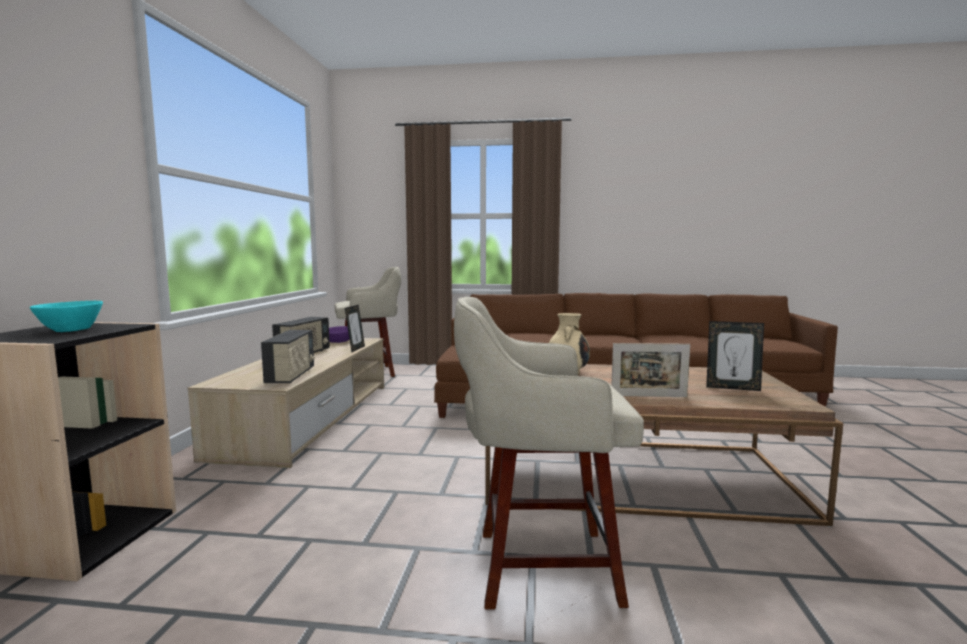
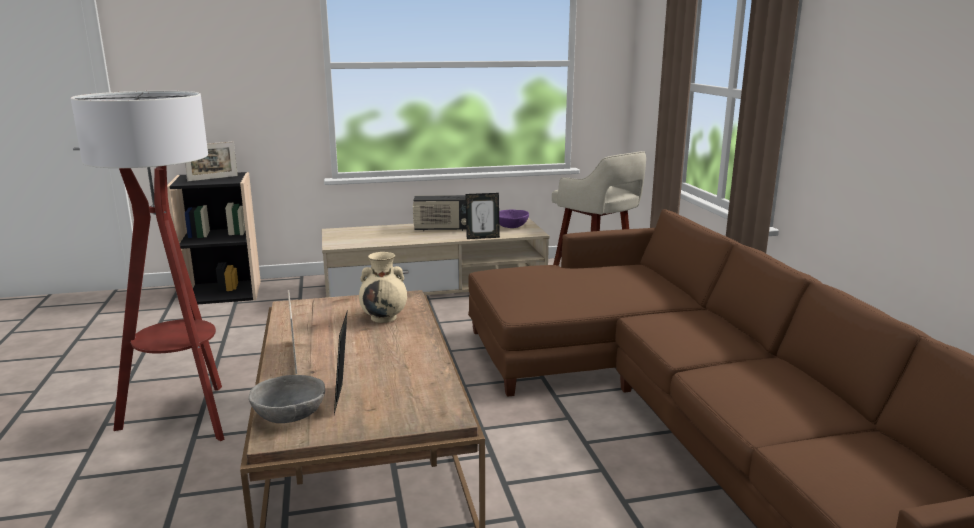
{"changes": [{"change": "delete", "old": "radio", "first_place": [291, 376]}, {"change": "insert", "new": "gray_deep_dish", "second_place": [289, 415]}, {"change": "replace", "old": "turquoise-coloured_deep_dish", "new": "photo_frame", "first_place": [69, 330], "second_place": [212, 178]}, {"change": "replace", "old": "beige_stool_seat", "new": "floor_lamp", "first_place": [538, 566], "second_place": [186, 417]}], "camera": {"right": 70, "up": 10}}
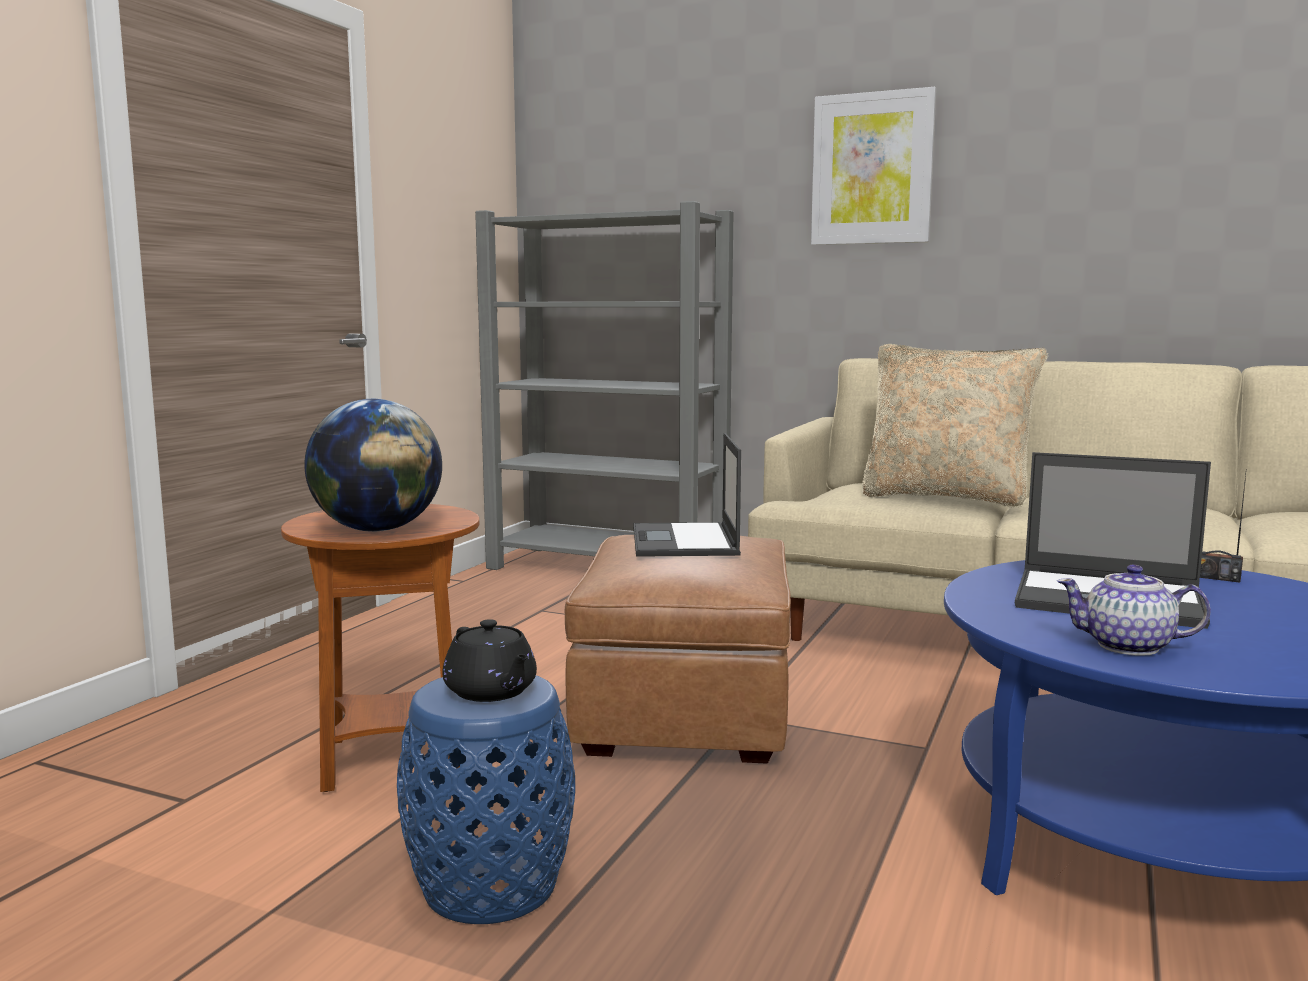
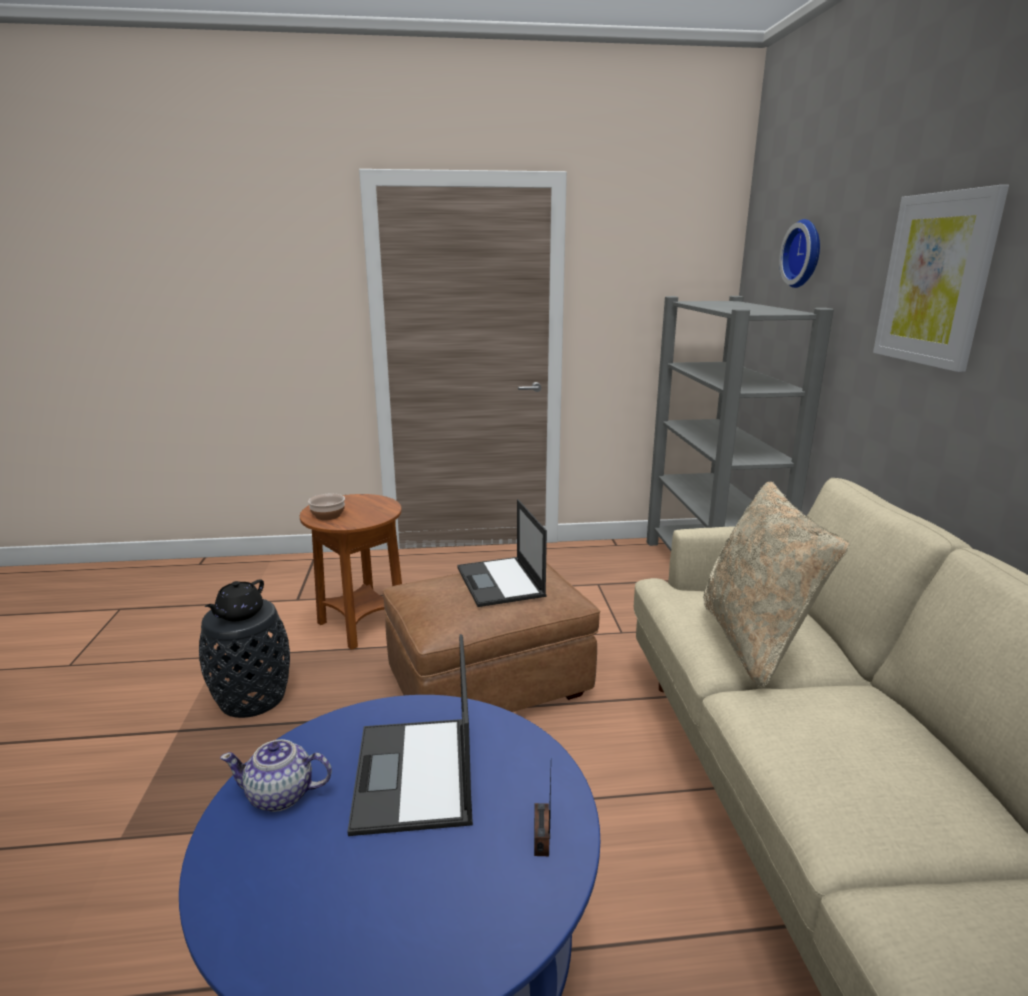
{"changes": [{"change": "insert", "new": "clock_on_the_wall", "second_place": [805, 254]}, {"change": "replace", "old": "globe", "new": "deep_dish", "first_place": [377, 530], "second_place": [328, 515]}, {"change": "recolor", "old": "blue_stool_seat", "new": "blackish_stool_seat", "first_place": [490, 887], "second_place": [253, 698]}, {"change": "rotate", "old": "laptop", "first_place": [685, 541], "second_place": [501, 582], "degrees": -75}, {"change": "rotate", "old": "pot_for_tea", "first_place": [1129, 646], "second_place": [281, 795], "degrees": -75}], "camera": {"right": 60, "up": 10}}
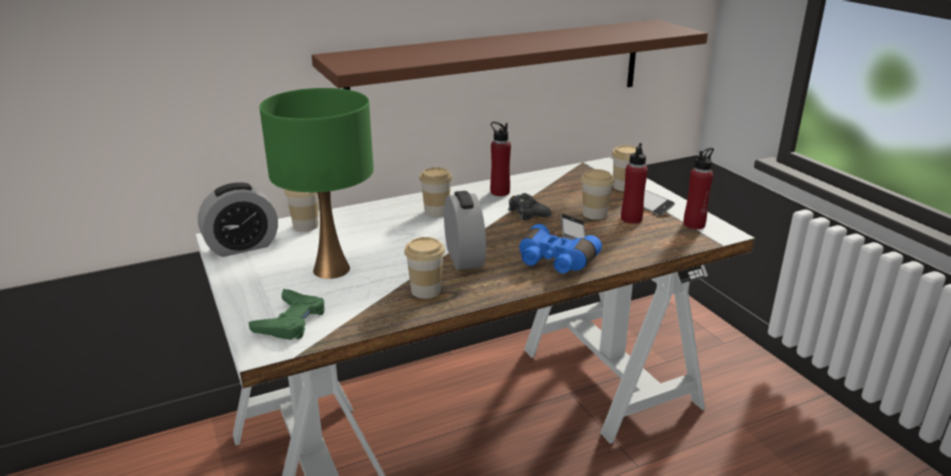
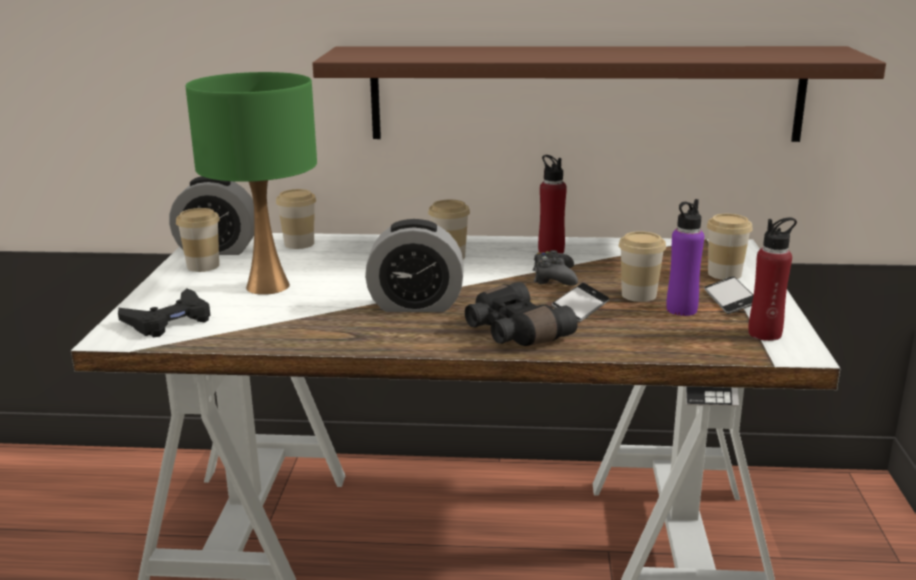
{"changes": [{"change": "move", "old": "drinking_cup", "first_place": [426, 290], "second_place": [203, 266]}, {"change": "recolor", "old": "green-coloured_joypad", "new": "blackish_joypad", "first_place": [291, 321], "second_place": [169, 321]}, {"change": "recolor", "old": "blue_field_glasses", "new": "blackish_field_glasses", "first_place": [554, 262], "second_place": [513, 332]}, {"change": "recolor", "old": "reddish_bottle", "new": "purplish_bottle", "first_place": [631, 219], "second_place": [681, 309]}, {"change": "rotate", "old": "table_clock", "first_place": [464, 257], "second_place": [416, 305], "degrees": 75}], "camera": {"right": 30, "up": -5}}
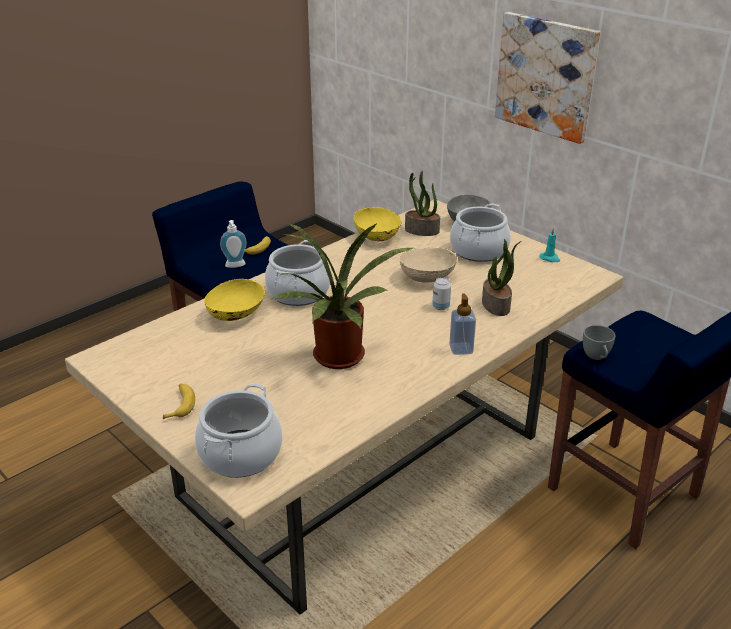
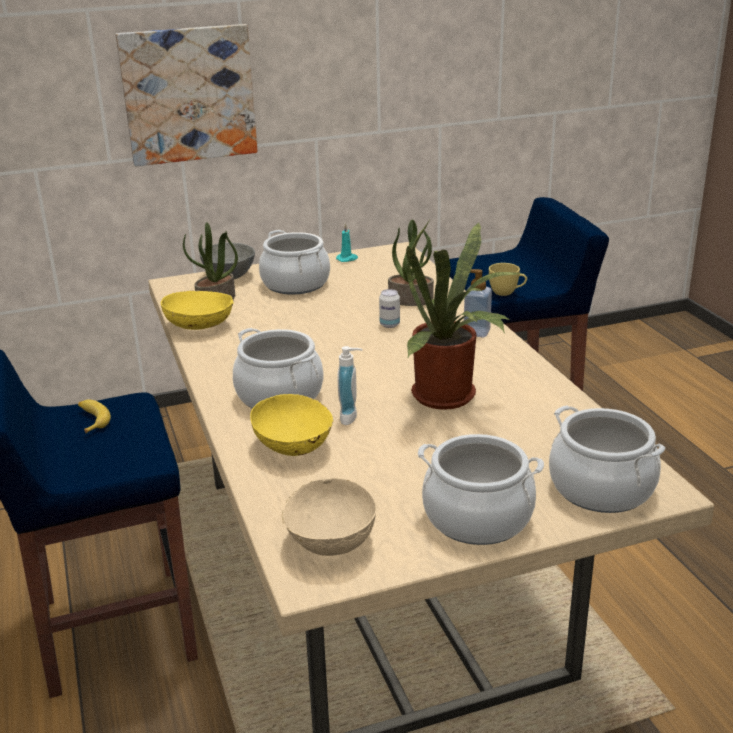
{"changes": [{"change": "move", "old": "soap_bottle", "first_place": [235, 266], "second_place": [352, 417]}, {"change": "move", "old": "beige_deep_dish", "first_place": [427, 277], "second_place": [330, 540]}, {"change": "replace", "old": "banana_fruit", "new": "saucepot", "first_place": [180, 405], "second_place": [477, 518]}, {"change": "recolor", "old": "gray_drinking_cup", "new": "yellow_drinking_cup", "first_place": [596, 357], "second_place": [507, 293]}], "camera": {"right": -65, "up": -5}}
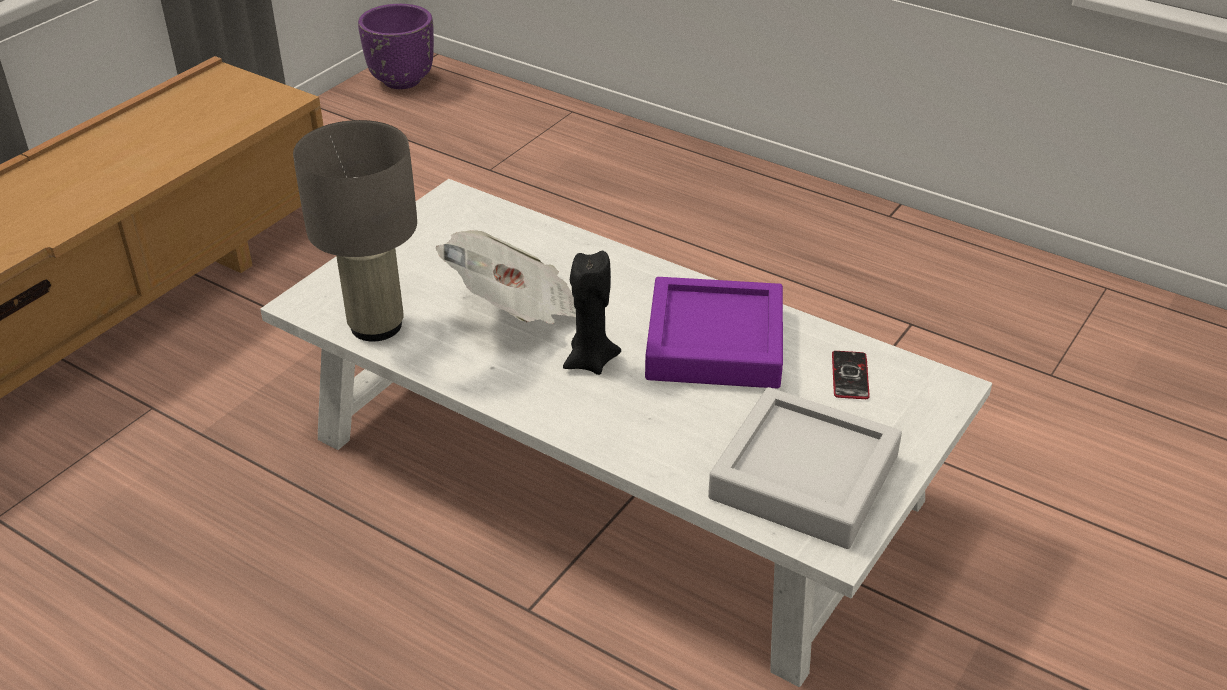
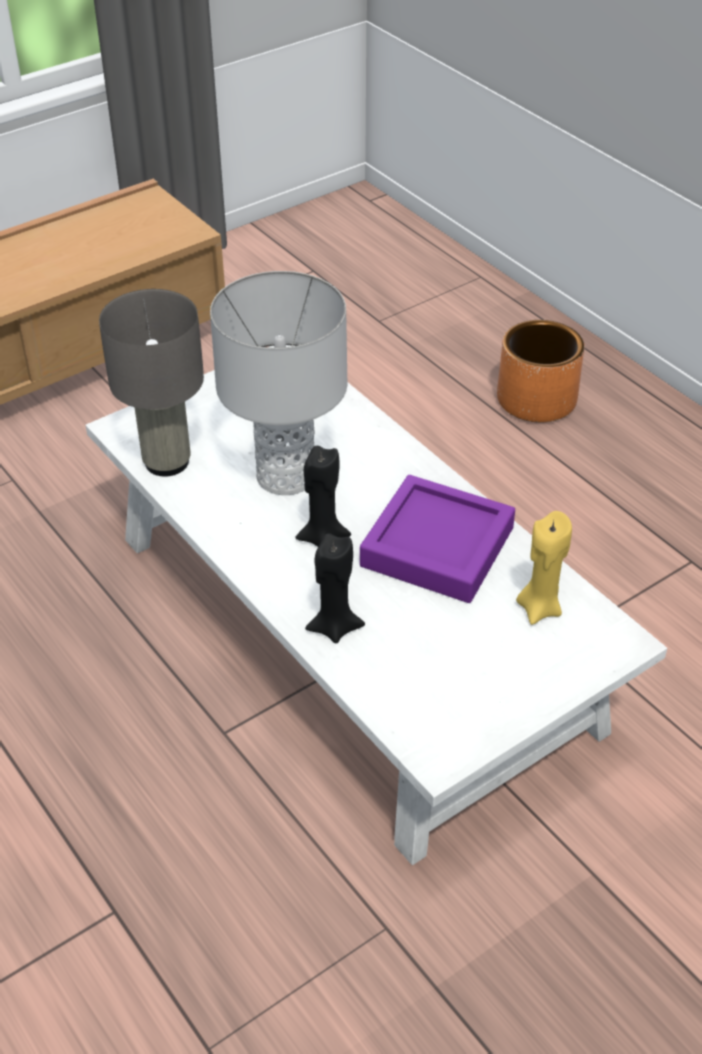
{"changes": [{"change": "delete", "old": "purplish_planter", "first_place": [402, 80]}, {"change": "delete", "old": "gray_tray", "first_place": [804, 477]}, {"change": "insert", "new": "blackish_wax_candle", "second_place": [334, 627]}, {"change": "insert", "new": "orange-coloured_planter", "second_place": [537, 400]}, {"change": "replace", "old": "newspaper", "new": "white_lamp_for_a_table", "first_place": [518, 310], "second_place": [287, 475]}, {"change": "replace", "old": "handset", "new": "yellow_wax_candle", "first_place": [850, 376], "second_place": [539, 608]}], "camera": {"right": 20, "up": 5}}
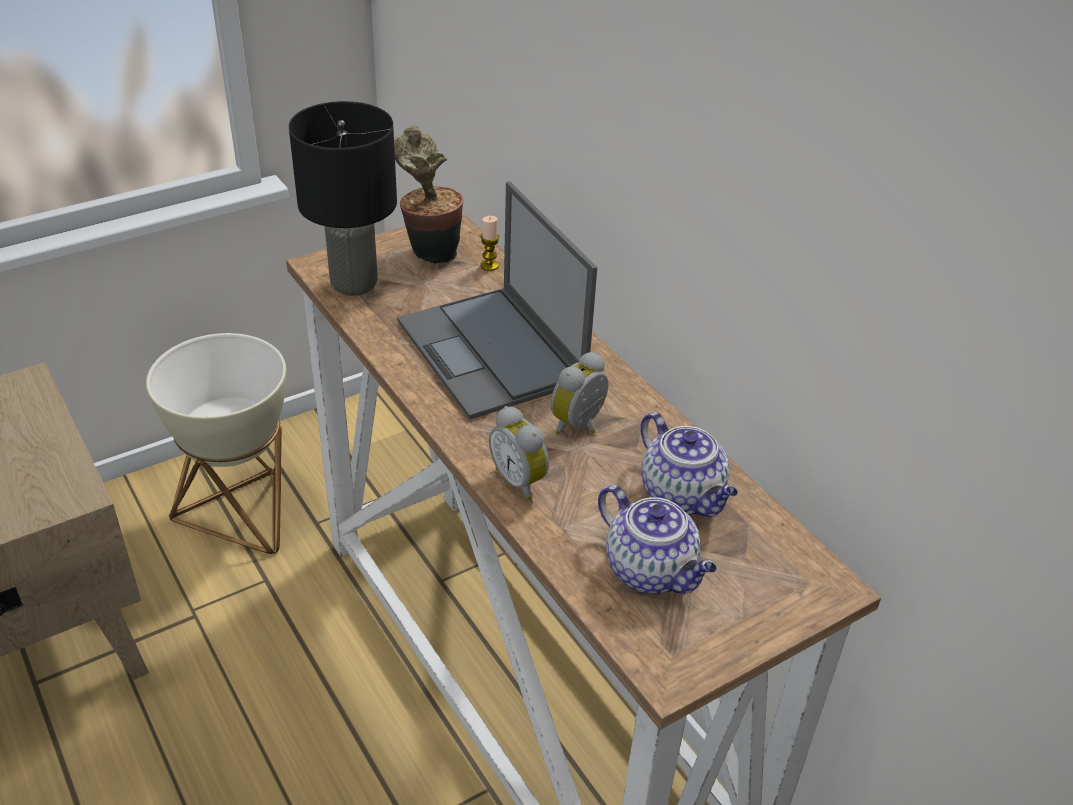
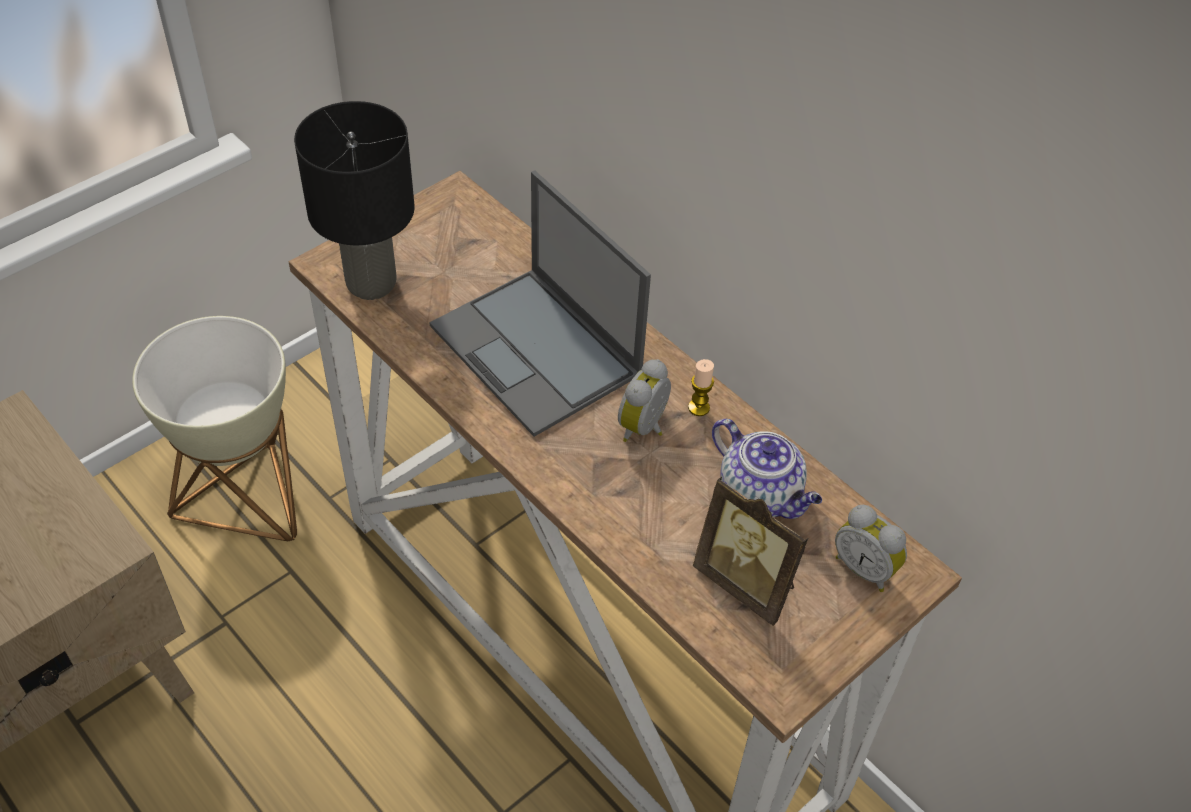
{"changes": [{"change": "delete", "old": "houseplant", "first_place": [430, 252]}, {"change": "move", "old": "wax_candle", "first_place": [489, 265], "second_place": [698, 408]}, {"change": "move", "old": "table_clock", "first_place": [521, 481], "second_place": [865, 568]}, {"change": "replace", "old": "pot_for_tea", "new": "photo_frame", "first_place": [651, 571], "second_place": [747, 583]}], "camera": {"right": -10, "up": 10}}
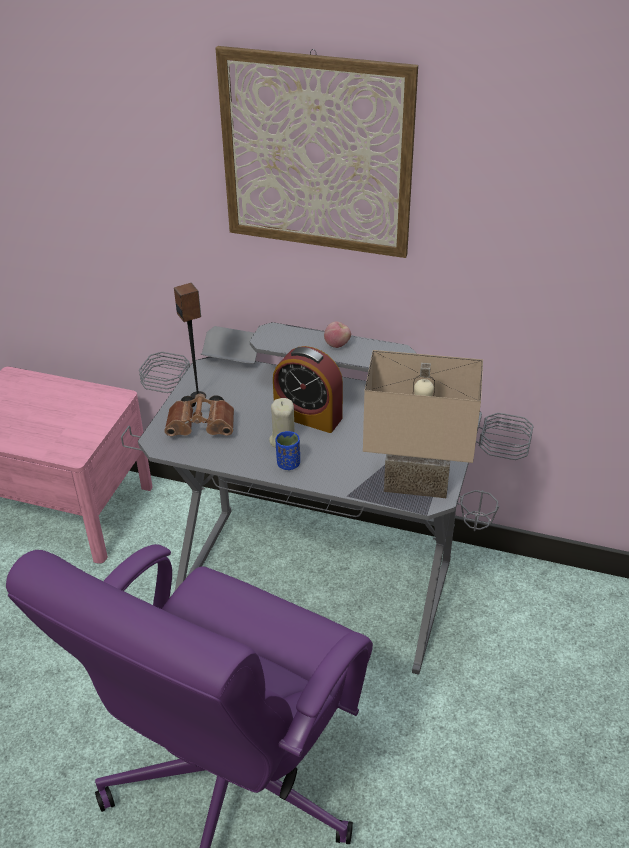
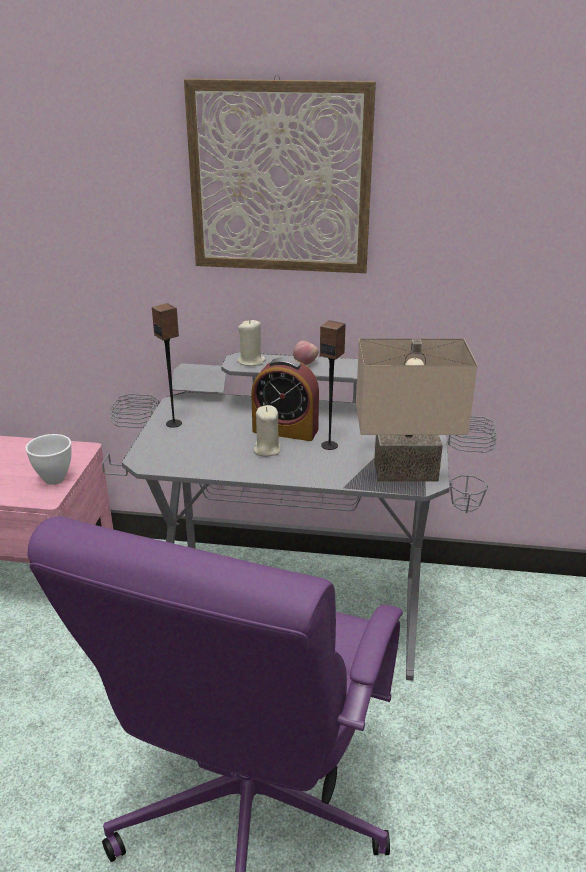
{"changes": [{"change": "delete", "old": "brown_field_glasses", "first_place": [203, 427]}, {"change": "delete", "old": "blue_drinking_cup", "first_place": [288, 464]}, {"change": "insert", "new": "white_deep_dish", "second_place": [54, 479]}, {"change": "insert", "new": "beige_wax_candle", "second_place": [251, 361]}, {"change": "insert", "new": "speaker", "second_place": [329, 445]}], "camera": {"right": -10, "up": -10}}
